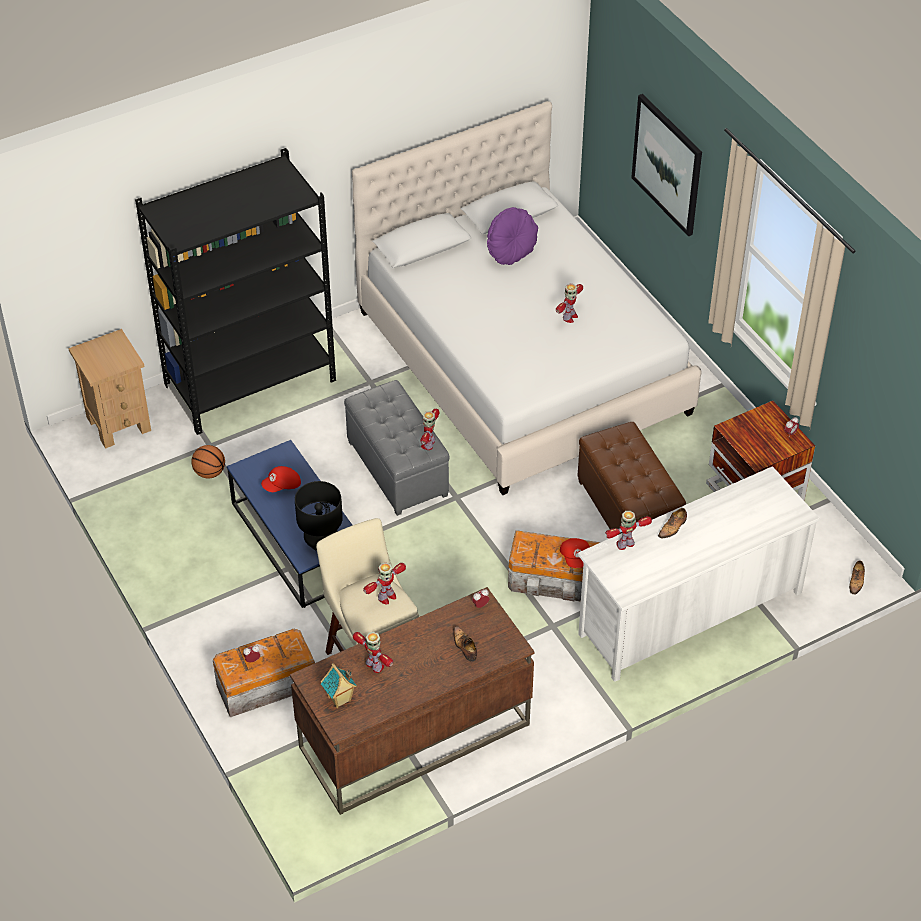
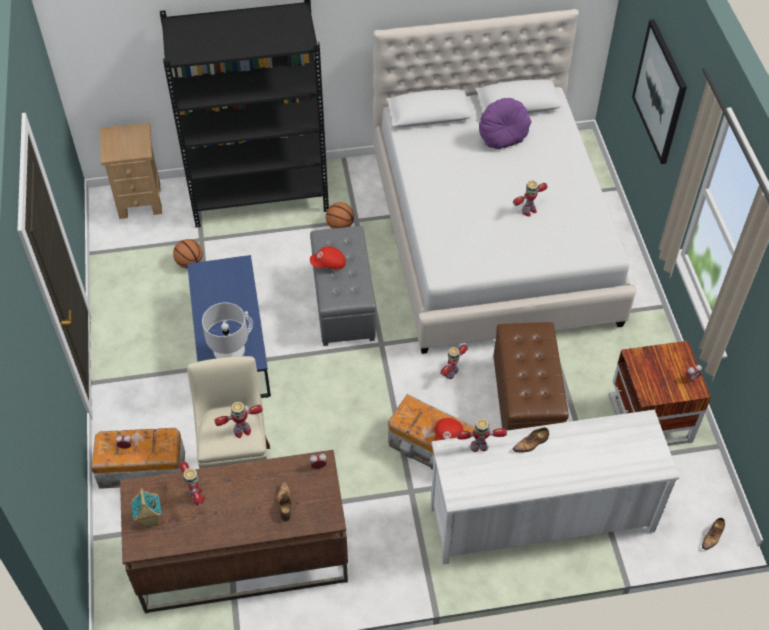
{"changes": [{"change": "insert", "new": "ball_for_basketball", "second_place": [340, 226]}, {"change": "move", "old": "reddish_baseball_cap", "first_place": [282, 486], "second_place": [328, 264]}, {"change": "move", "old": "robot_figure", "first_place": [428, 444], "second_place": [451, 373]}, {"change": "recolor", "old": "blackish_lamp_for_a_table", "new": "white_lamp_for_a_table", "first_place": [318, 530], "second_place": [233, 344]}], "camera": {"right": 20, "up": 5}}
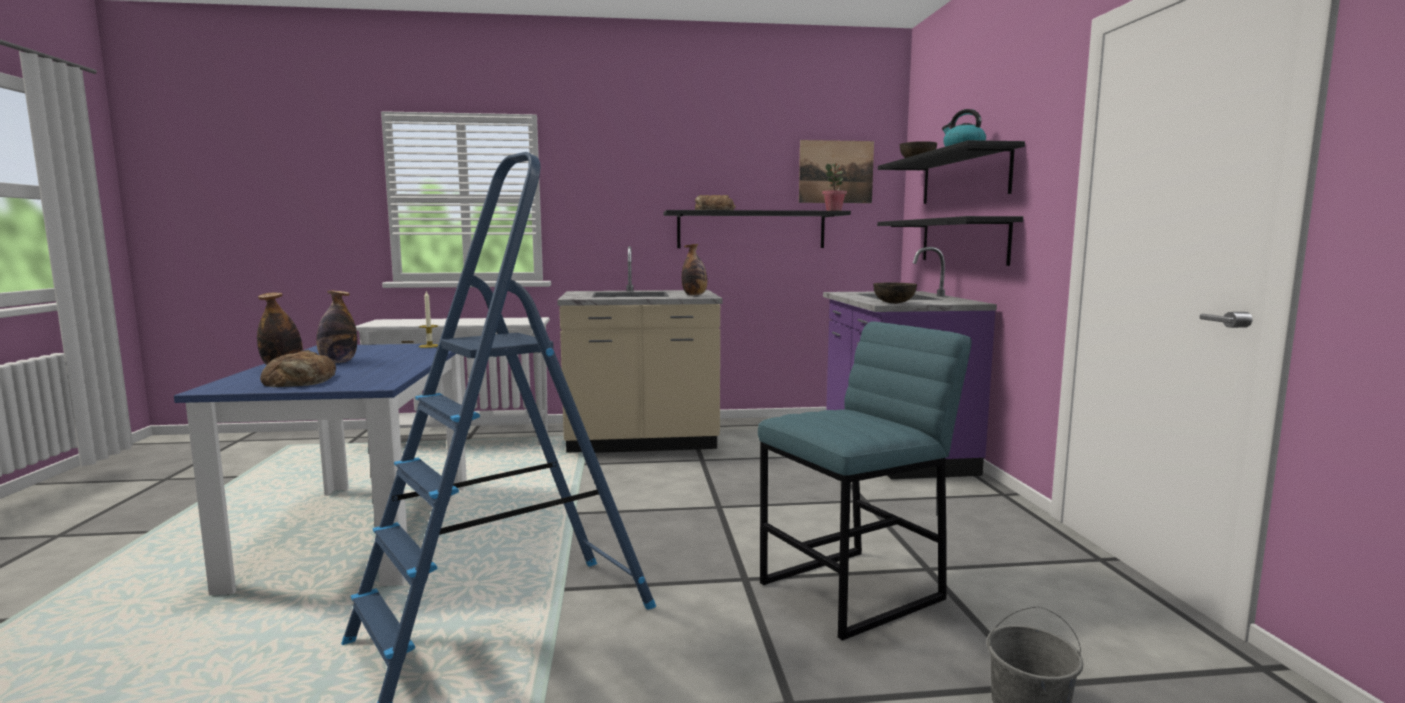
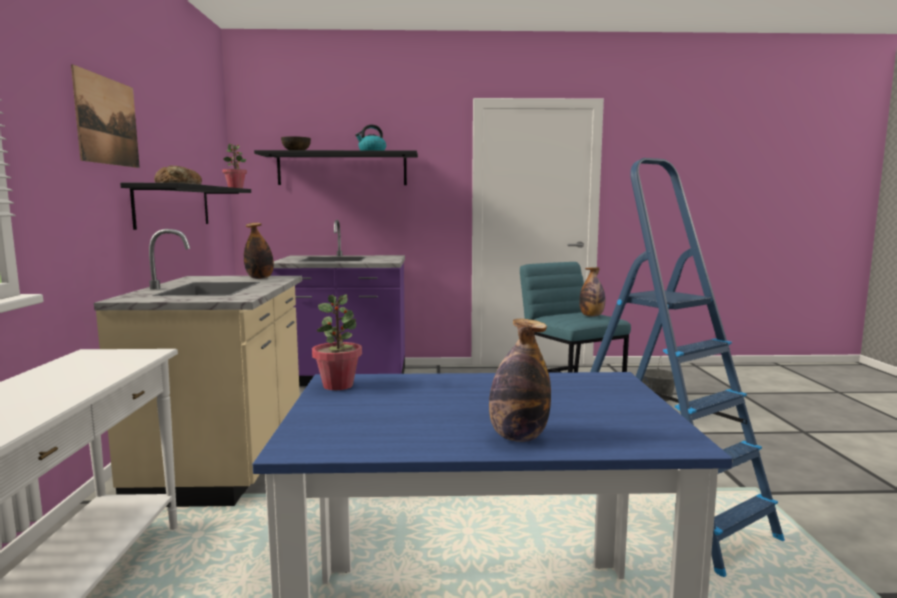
{"changes": [{"change": "delete", "old": "baked_bread", "first_place": [301, 380]}, {"change": "delete", "old": "brown_deep_dish", "first_place": [893, 303]}, {"change": "delete", "old": "blackish_wall_shelf", "first_place": [963, 241]}, {"change": "move", "old": "bottle", "first_place": [338, 362], "second_place": [591, 316]}, {"change": "move", "old": "wall_art", "first_place": [836, 172], "second_place": [107, 121]}, {"change": "replace", "old": "wax_candle", "new": "houseplant", "first_place": [429, 346], "second_place": [338, 385]}], "camera": {"right": -85, "up": 0}}
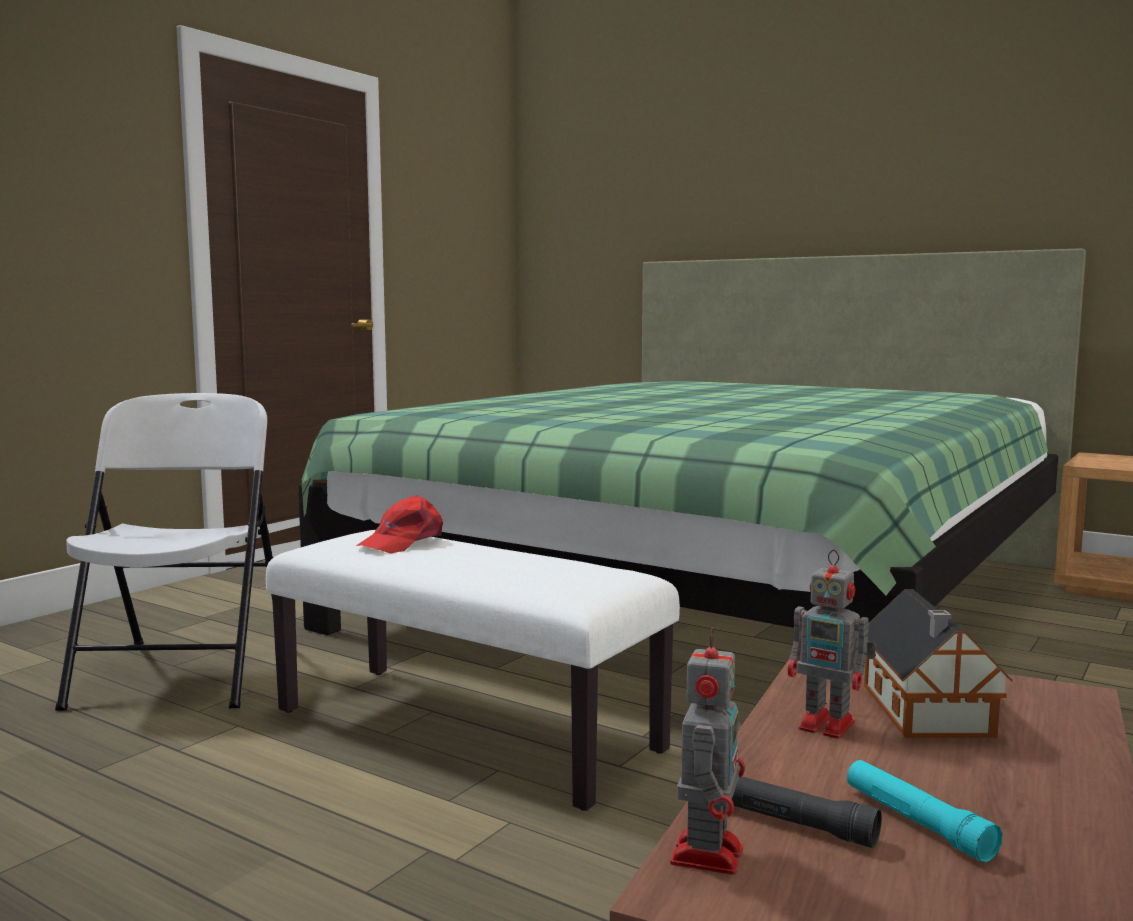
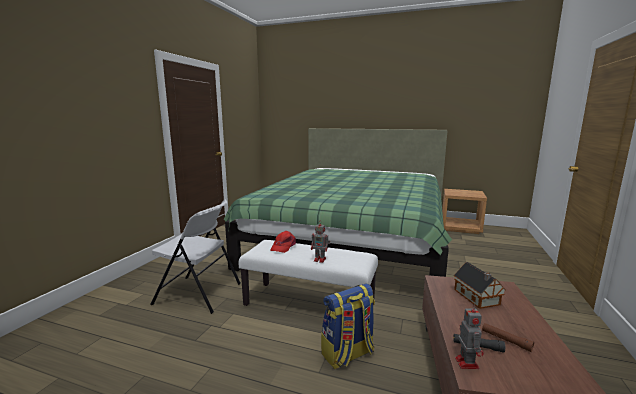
{"changes": [{"change": "insert", "new": "rucksack", "second_place": [348, 354]}, {"change": "move", "old": "robot_figure", "first_place": [829, 726], "second_place": [320, 259]}, {"change": "recolor", "old": "turquoise-coloured_hand_torch", "new": "brown_hand_torch", "first_place": [917, 823], "second_place": [506, 340]}, {"change": "rotate", "old": "white_plain_chair", "first_place": [183, 673], "second_place": [198, 294], "degrees": 120}], "camera": {"right": -15, "up": 5}}
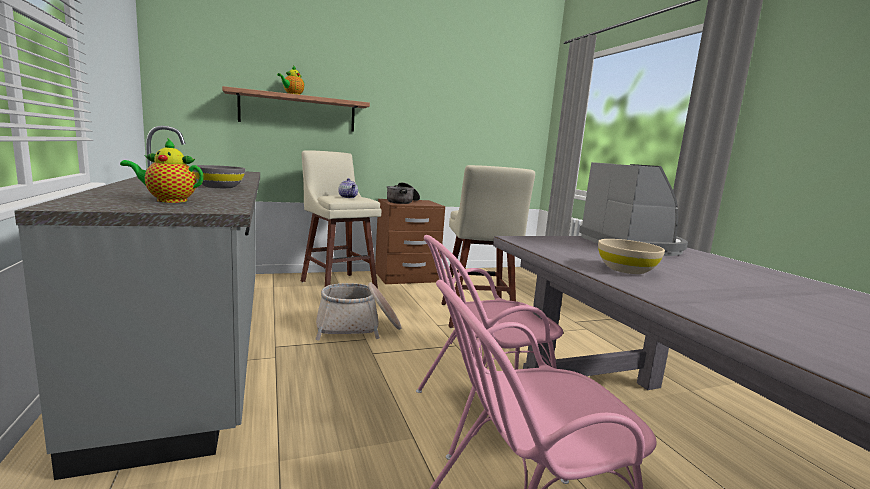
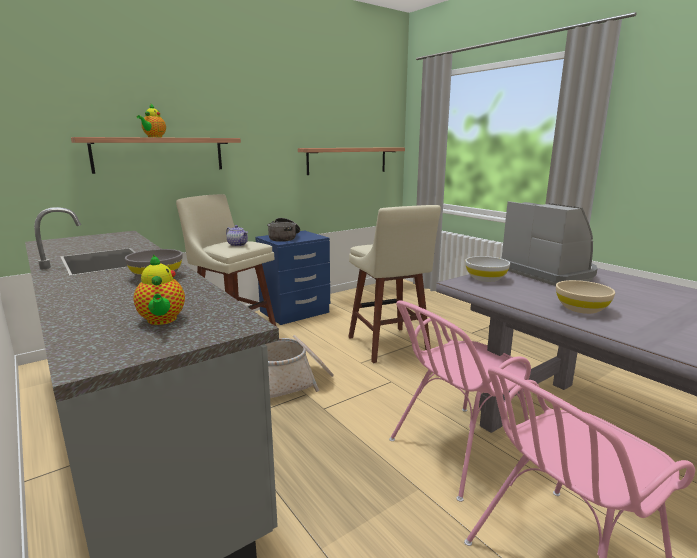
{"changes": [{"change": "insert", "new": "wall_shelf", "second_place": [347, 160]}, {"change": "insert", "new": "white_deep_dish", "second_place": [485, 278]}, {"change": "recolor", "old": "brown_nightstand", "new": "blue_nightstand", "first_place": [406, 277], "second_place": [295, 312]}, {"change": "rotate", "old": "pot_for_tea", "first_place": [168, 200], "second_place": [162, 320], "degrees": -90}], "camera": {"right": -15, "up": 5}}
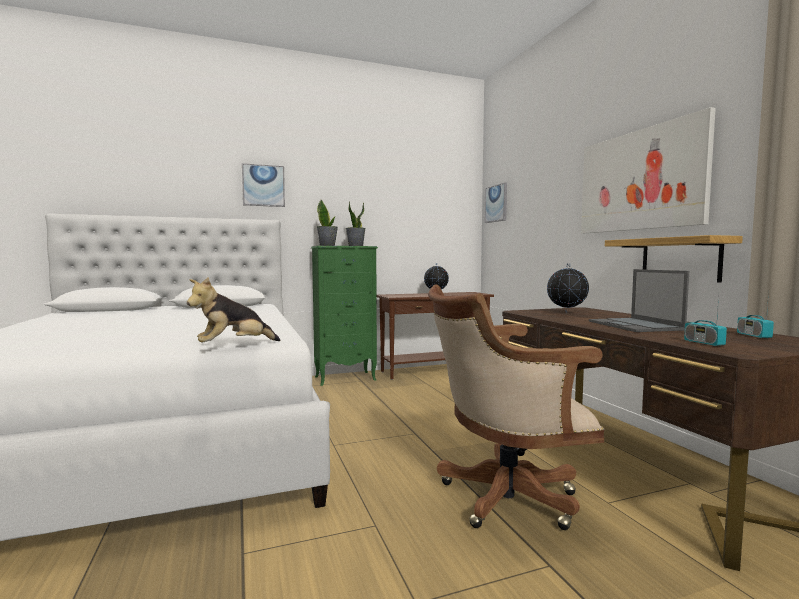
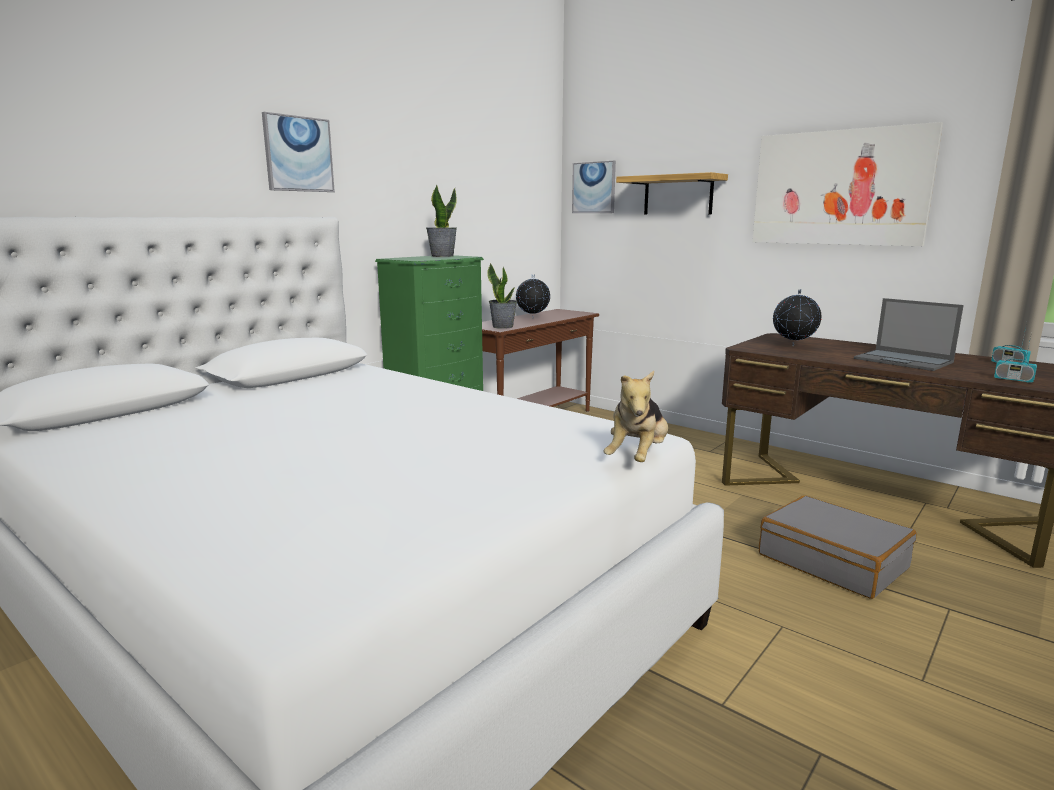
{"changes": [{"change": "move", "old": "houseplant", "first_place": [327, 245], "second_place": [503, 326]}, {"change": "move", "old": "wall_shelf", "first_place": [680, 259], "second_place": [678, 195]}, {"change": "replace", "old": "desk_chair", "new": "gray_travel_case", "first_place": [502, 498], "second_place": [832, 561]}], "camera": {"right": -30, "up": 10}}
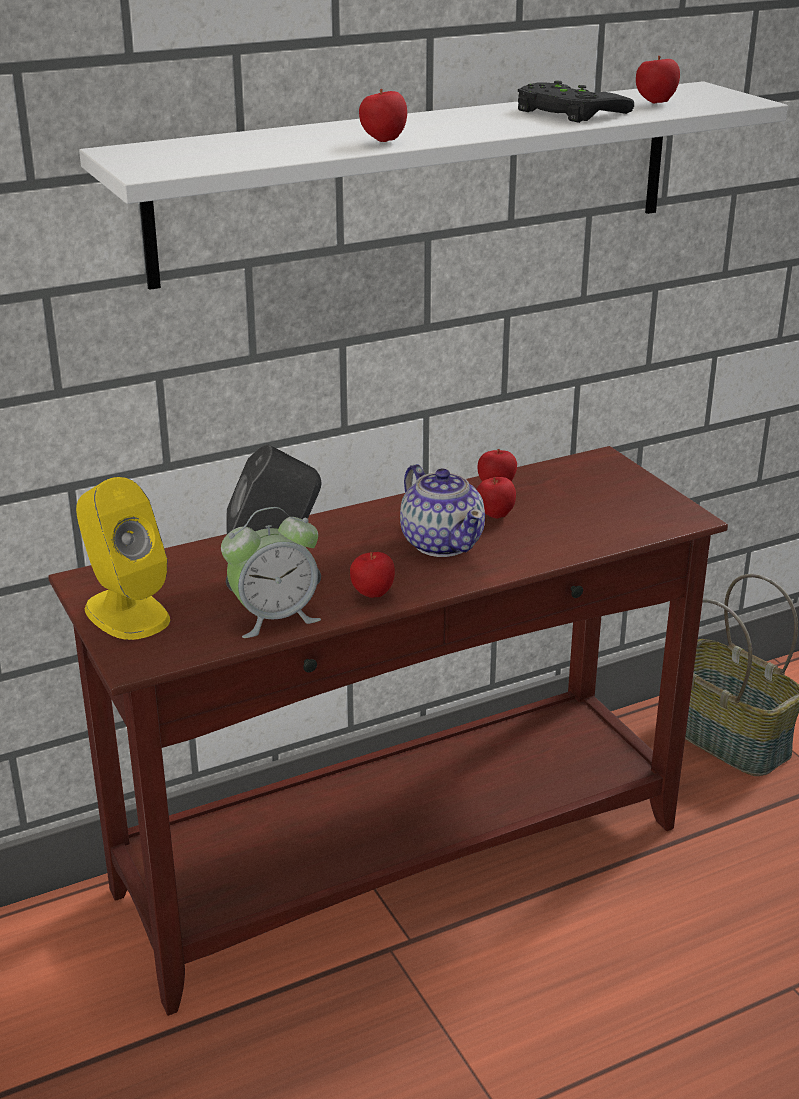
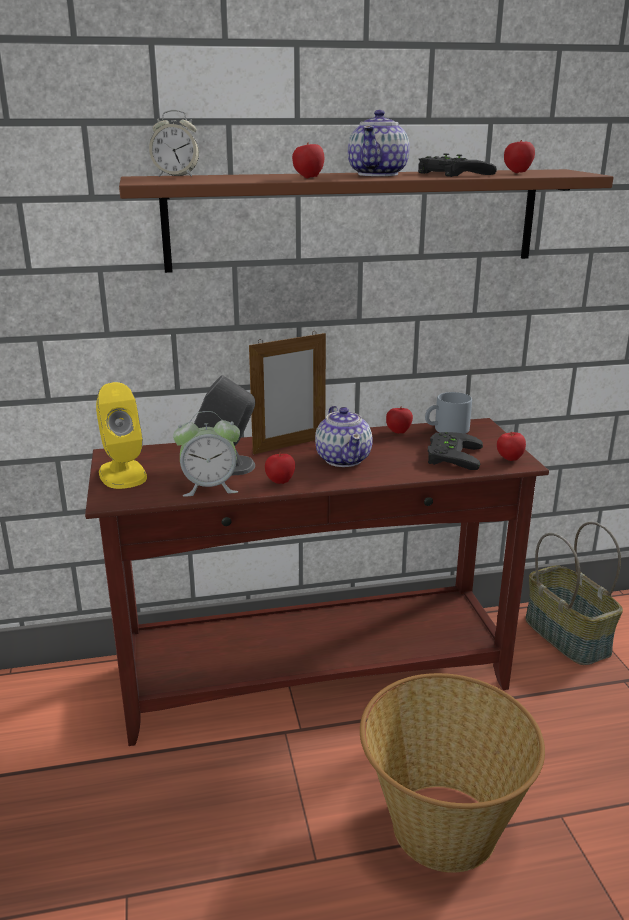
{"changes": [{"change": "insert", "new": "table_clock", "second_place": [176, 176]}, {"change": "insert", "new": "photo_frame", "second_place": [289, 445]}, {"change": "insert", "new": "pot_for_tea", "second_place": [378, 174]}, {"change": "insert", "new": "household_basket", "second_place": [442, 825]}, {"change": "insert", "new": "gray_tea_mug", "second_place": [446, 430]}, {"change": "insert", "new": "blackish_joypad", "second_place": [449, 455]}, {"change": "move", "old": "apple_fruit", "first_place": [494, 516], "second_place": [509, 459]}, {"change": "recolor", "old": "white_wall_shelf", "new": "brown_wall_shelf", "first_place": [421, 180], "second_place": [354, 219]}], "camera": {"right": 15, "up": -5}}
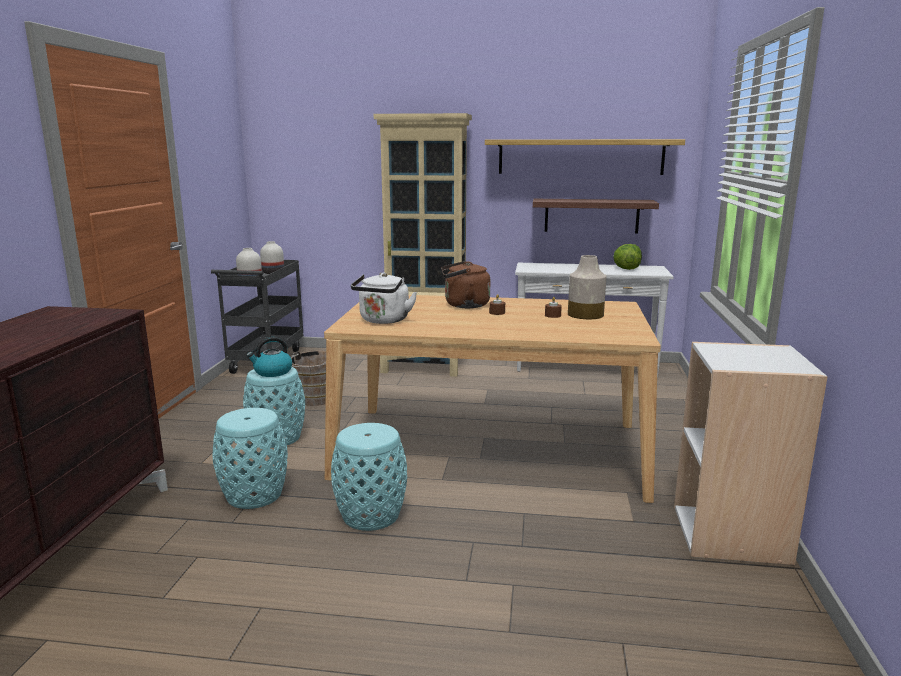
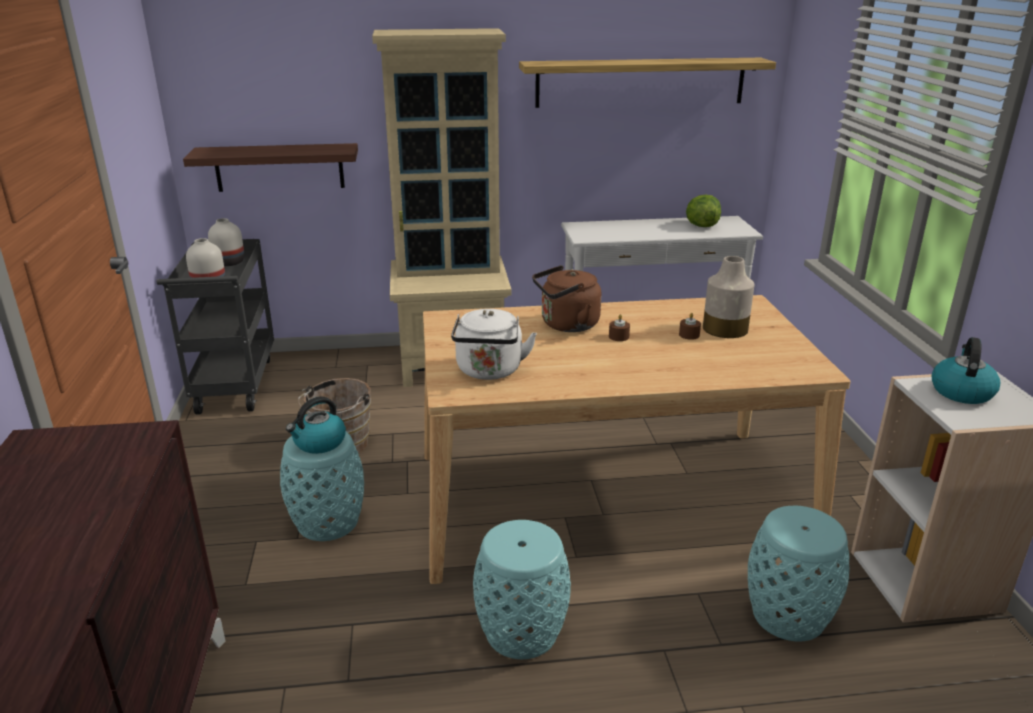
{"changes": [{"change": "insert", "new": "kettle", "second_place": [961, 391]}, {"change": "move", "old": "turquoise-coloured_stool_seat", "first_place": [254, 495], "second_place": [788, 616]}, {"change": "move", "old": "wall_shelf", "first_place": [591, 215], "second_place": [279, 167]}], "camera": {"right": -15, "up": 10}}
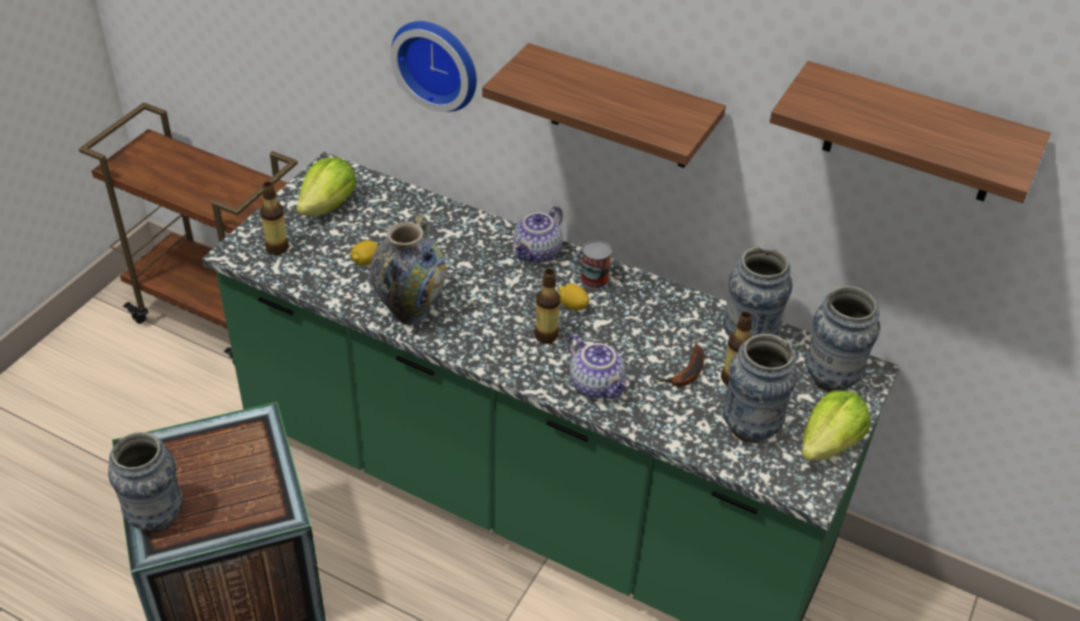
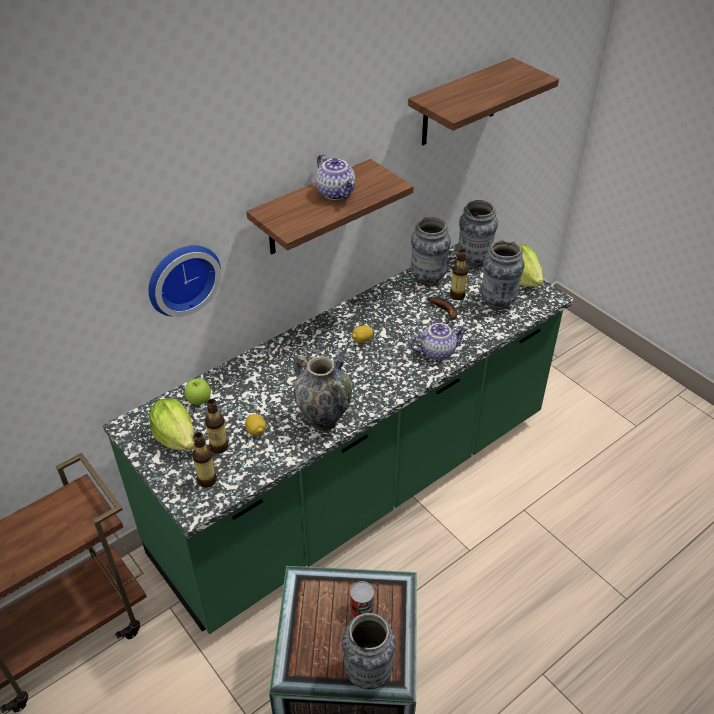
{"changes": [{"change": "insert", "new": "apple_fruit", "second_place": [199, 400]}, {"change": "move", "old": "pot_for_tea", "first_place": [538, 253], "second_place": [336, 193]}, {"change": "move", "old": "bottle", "first_place": [546, 336], "second_place": [219, 447]}, {"change": "move", "old": "metal_can", "first_place": [594, 279], "second_place": [362, 609]}], "camera": {"right": -65, "up": 0}}
